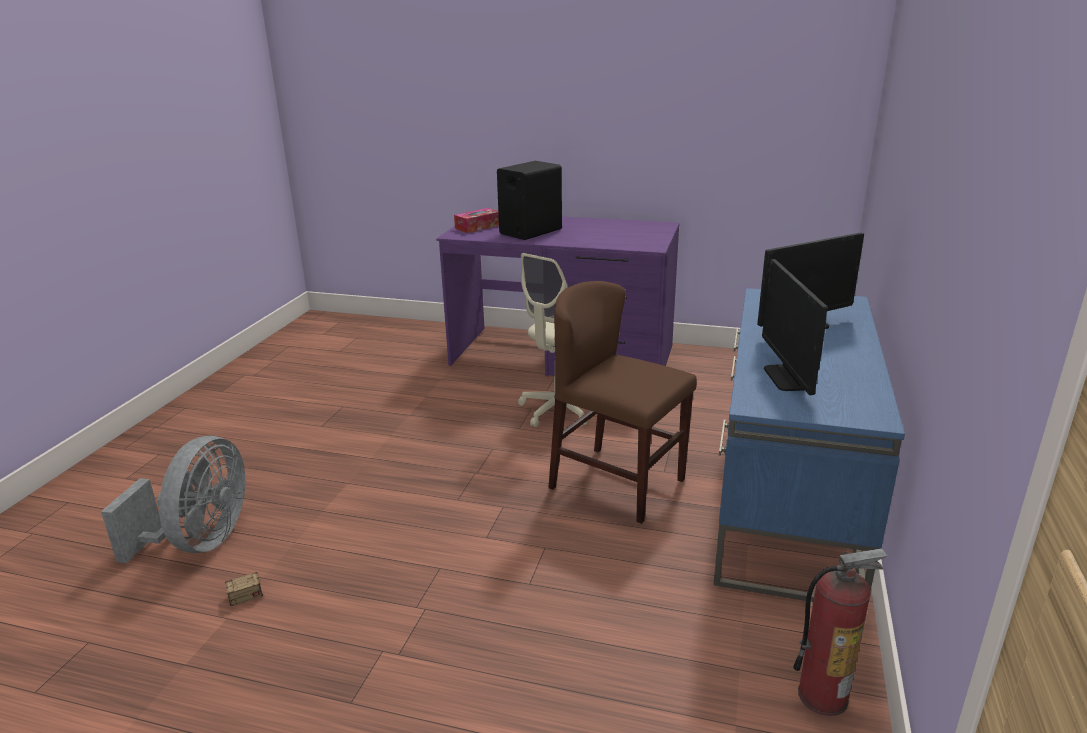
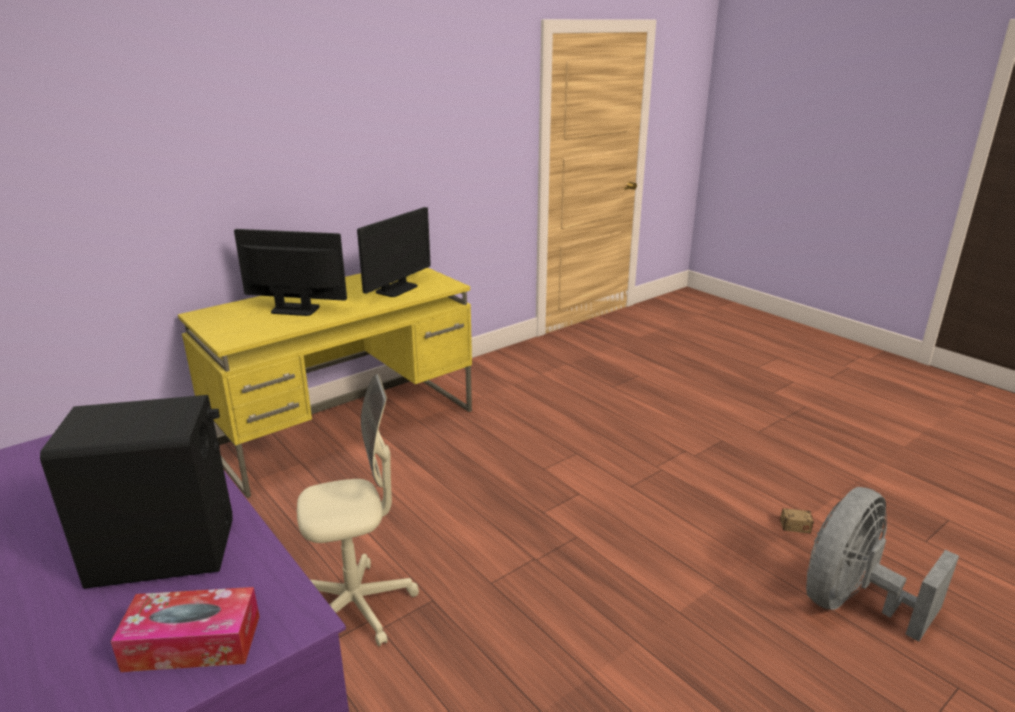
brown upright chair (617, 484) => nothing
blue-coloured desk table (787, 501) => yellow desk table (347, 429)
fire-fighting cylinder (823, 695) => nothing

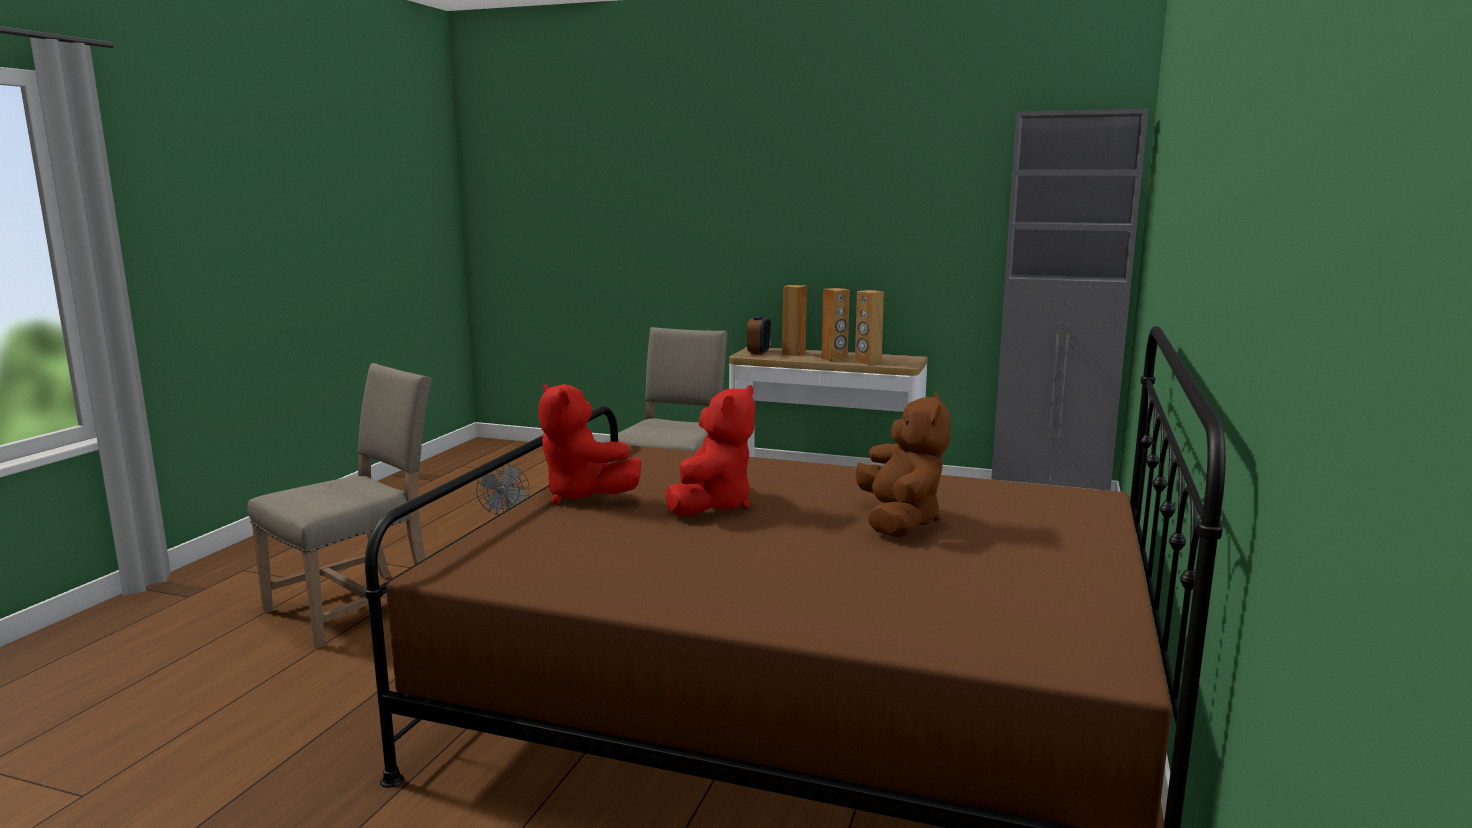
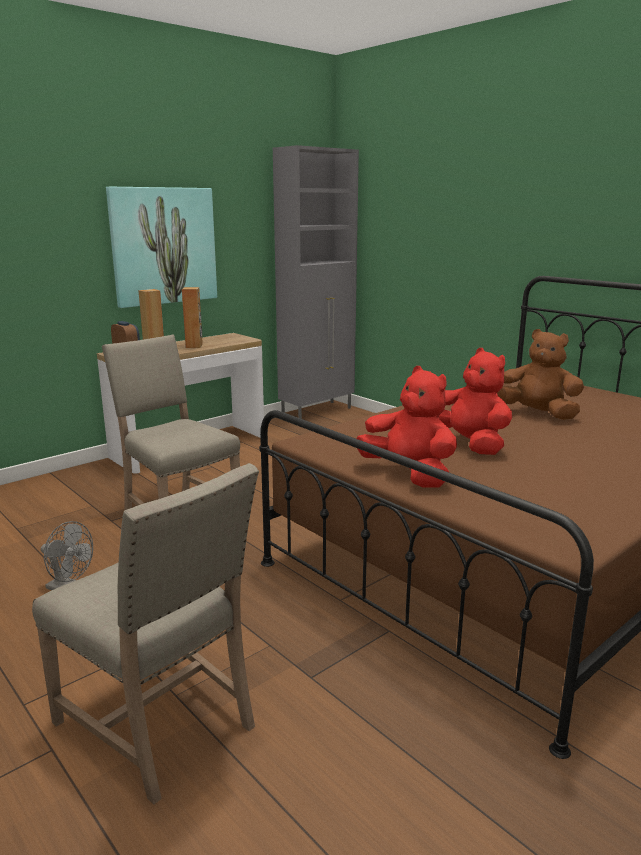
brown speaker (867, 362) => nothing
beige-coloured upright chair (358, 605) => beige-coloured upright chair (161, 724), 150 degrees clockwise
red-coloured soft toy (583, 495) => red-coloured soft toy (408, 474), 120 degrees counterclockwise
nothing => wall art (163, 246)

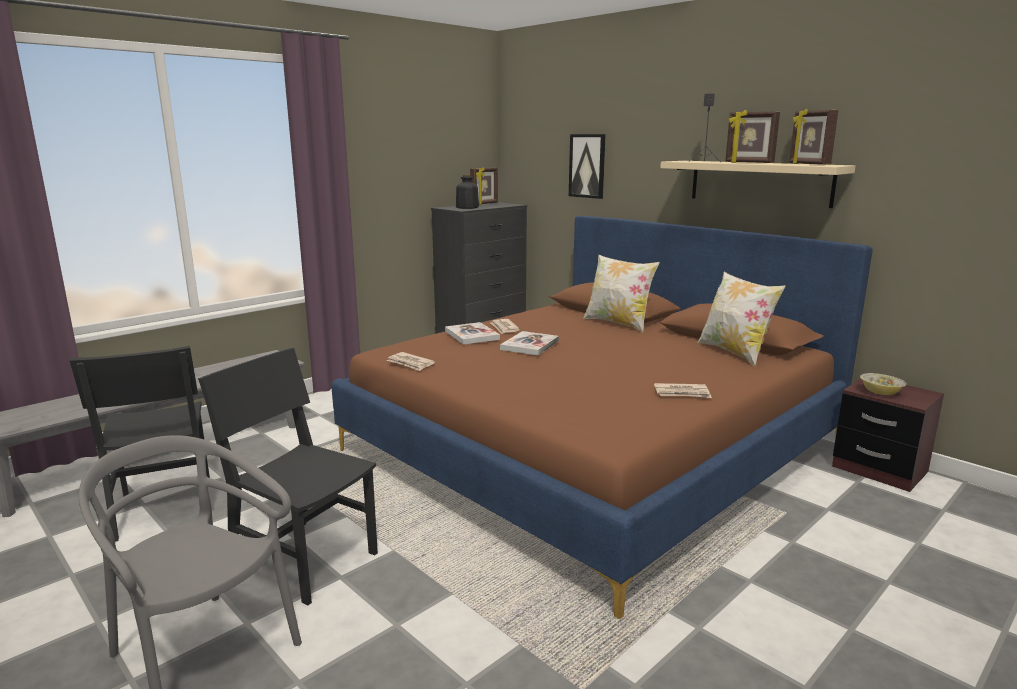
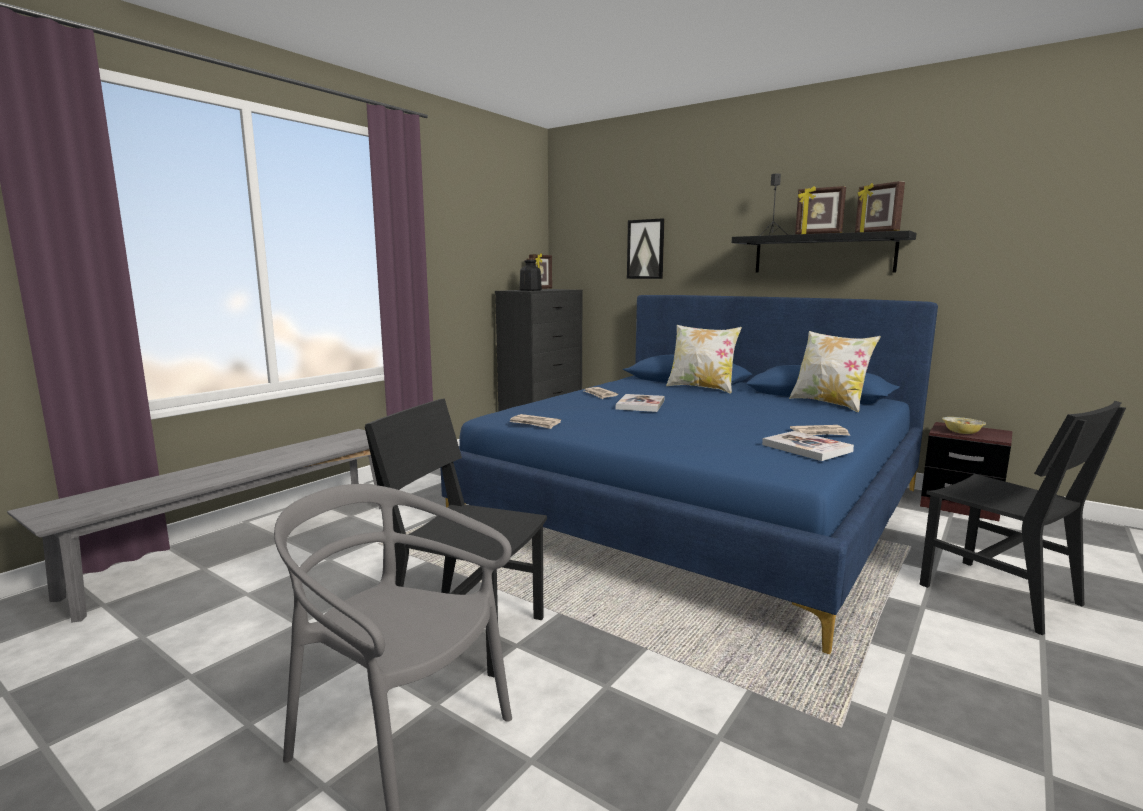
beige-coloured shelf (759, 183) => black-coloured shelf (823, 254)
brown sleeping bed (592, 448) => blue-coloured sleeping bed (698, 506)
volume (472, 335) => volume (806, 448), shifted
black-coloured upright chair (165, 507) => black-coloured upright chair (999, 594), shifted

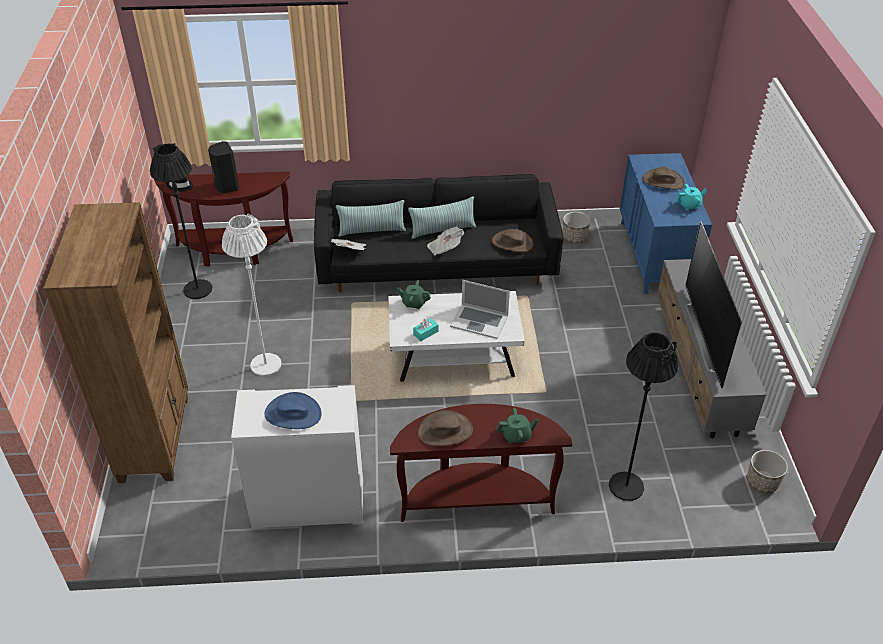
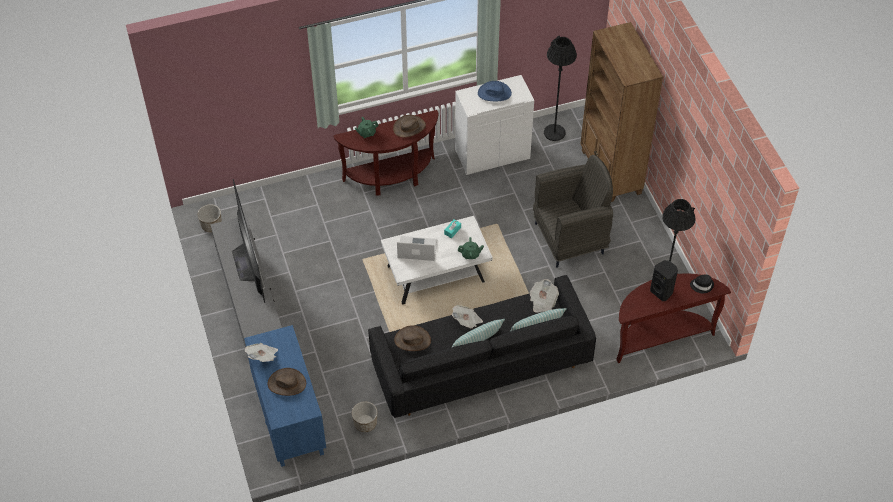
blue-green teapot (689, 205) => daily paper (263, 356)
white standing lamp (266, 365) => grey easy chair (570, 238)
black-coloured standing lamp (626, 486) => black-coloured standing lamp (554, 132), shifted

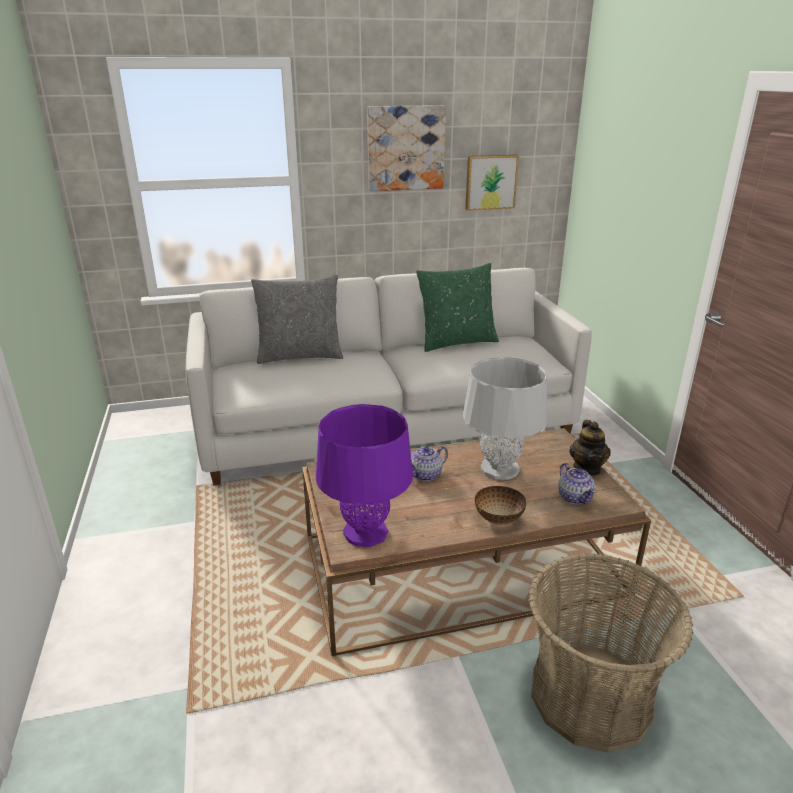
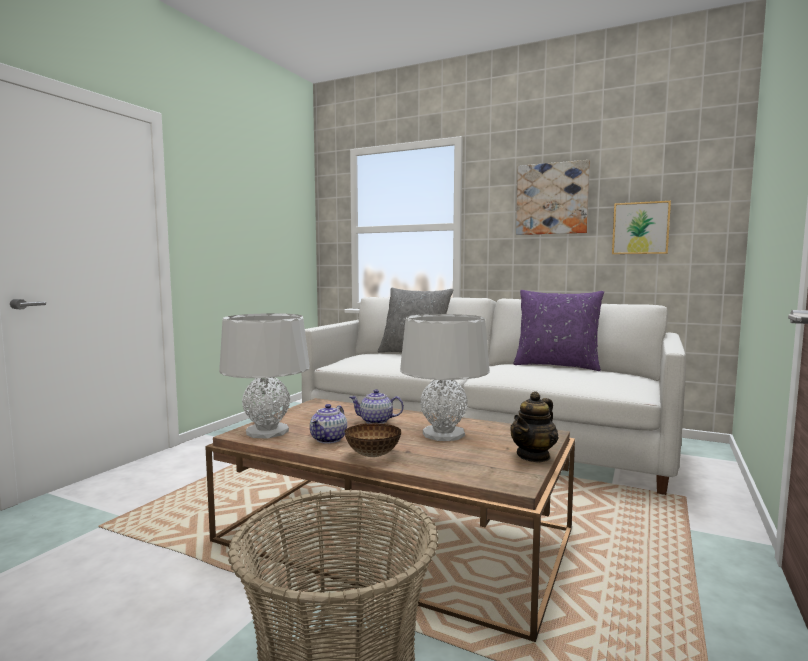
green throw pillow (456, 342) => purple throw pillow (557, 366)
purple tabletop lamp (366, 532) => grey tabletop lamp (267, 431)
teapot (575, 497) => teapot (329, 439), shifted

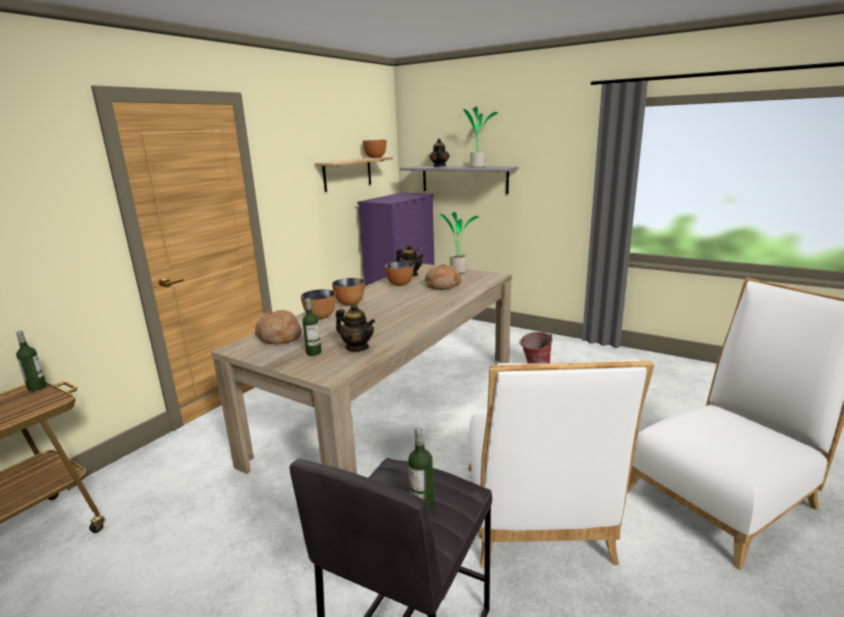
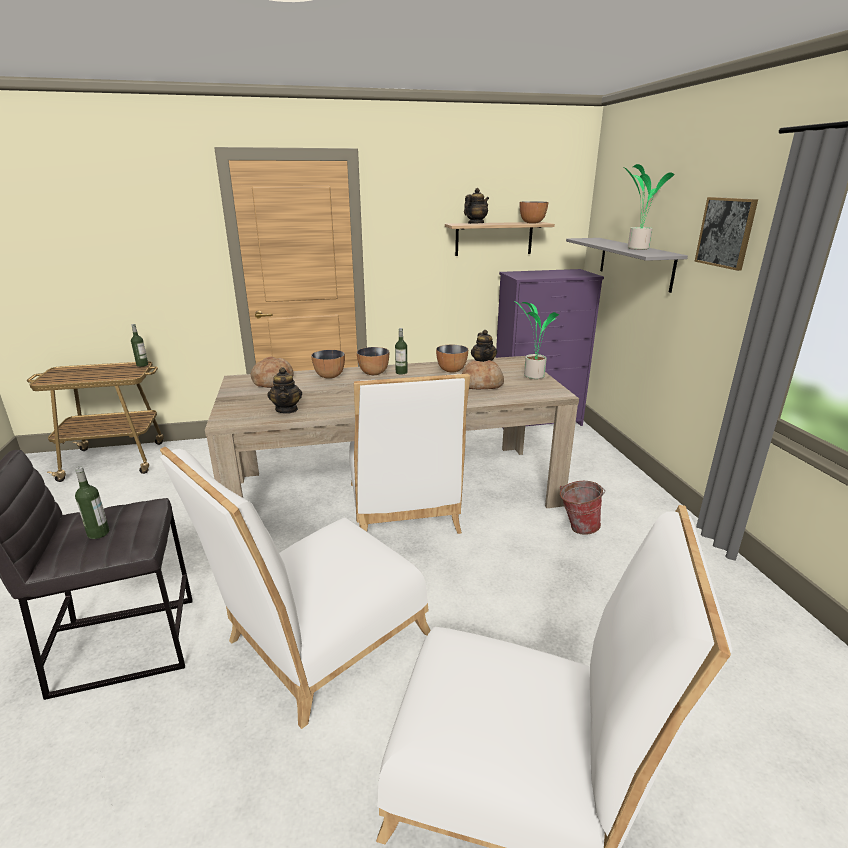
teapot (439, 166) => teapot (475, 223), shifted
beverage bottle (314, 352) => beverage bottle (401, 372), shifted
nothing => wall art (726, 232)
nothing => white upright chair (403, 512)

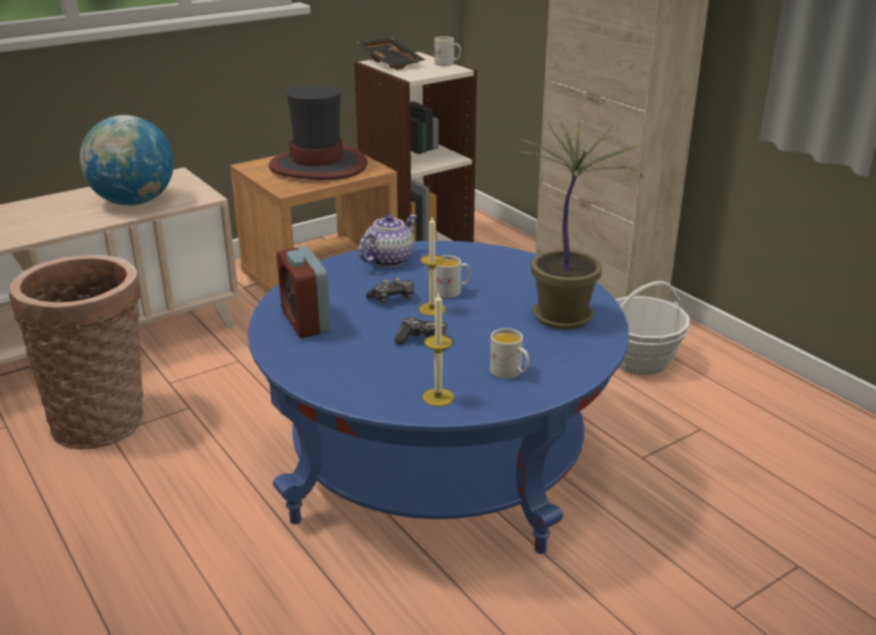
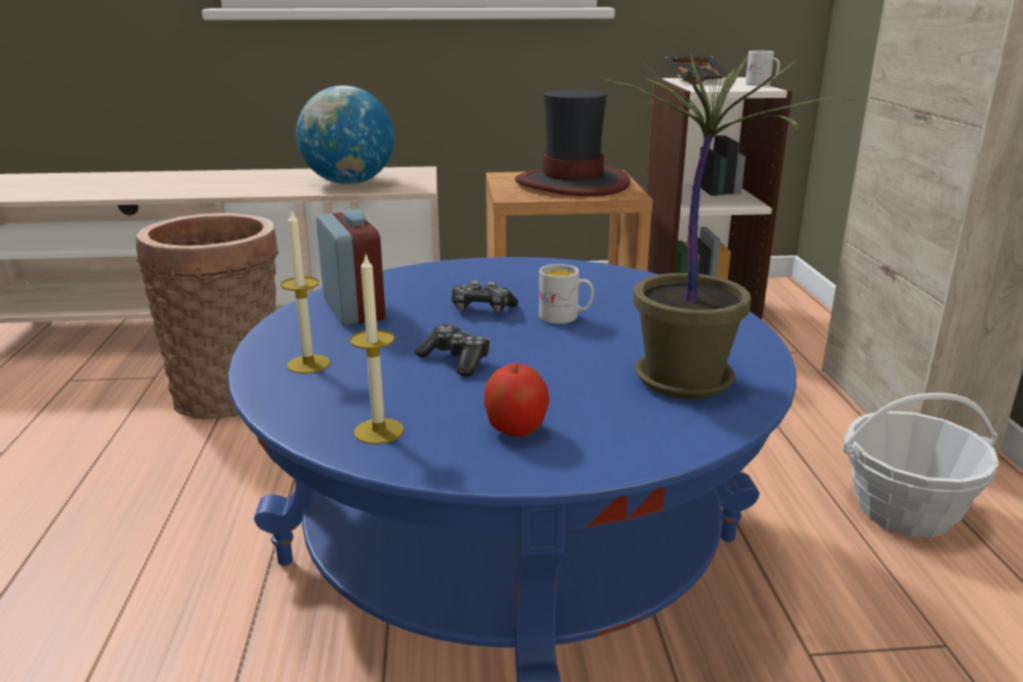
teapot (389, 260) => nothing
wax light (432, 309) => wax light (308, 364), shifted
alarm clock (305, 321) => alarm clock (353, 309), 150 degrees clockwise
white tea mug (510, 373) => apple (516, 429)

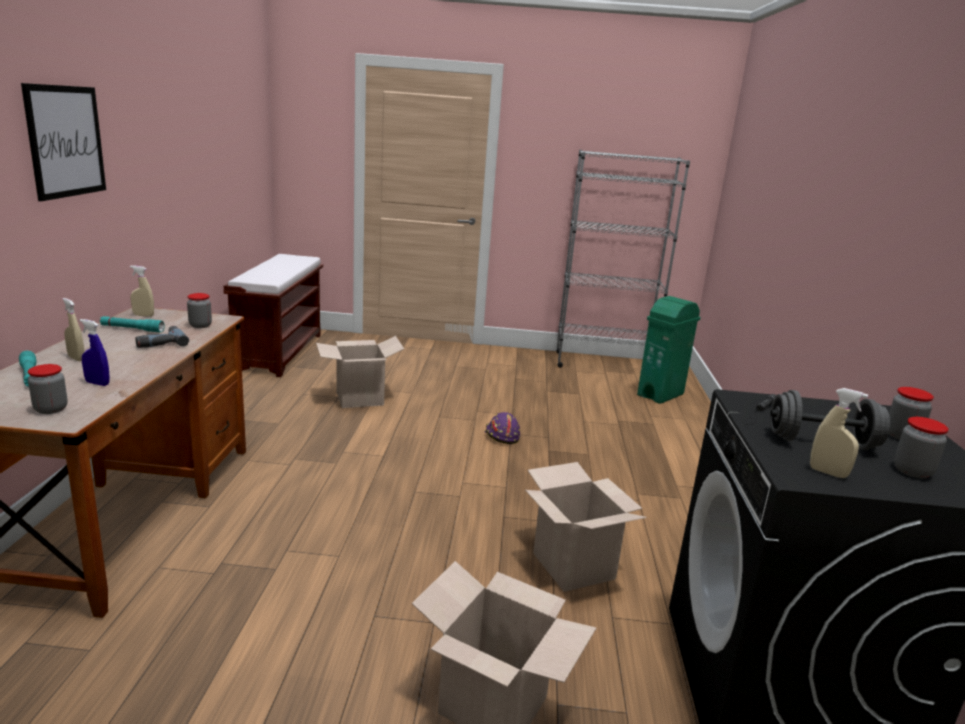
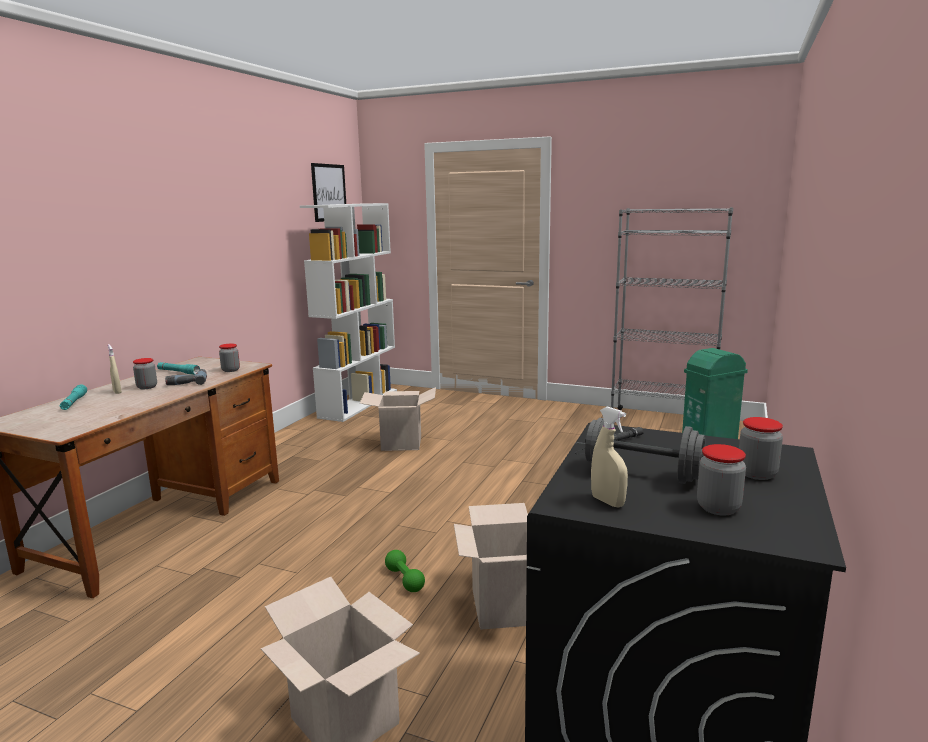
wall art (66, 141) => wall art (329, 192), shifted
brown indoor bench (279, 352) => white bookshelf (359, 403)
beige-coloured sprayer (143, 315) => nothing
blue-coloured sprayer (97, 383) => nothing
jar (51, 409) => jar (147, 387), shifted
purple work helmet (501, 435) => nothing
nothing => green hand weight (404, 579)

